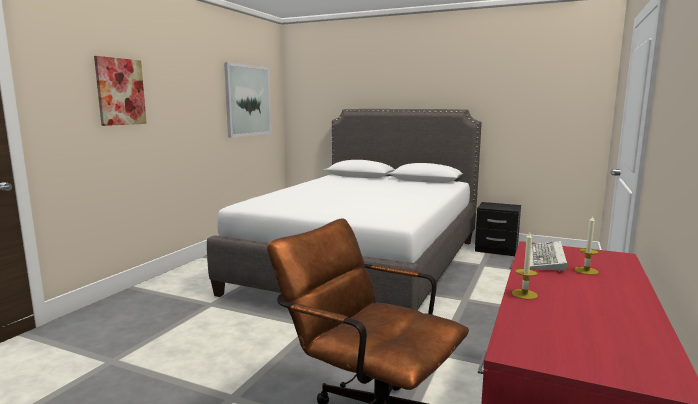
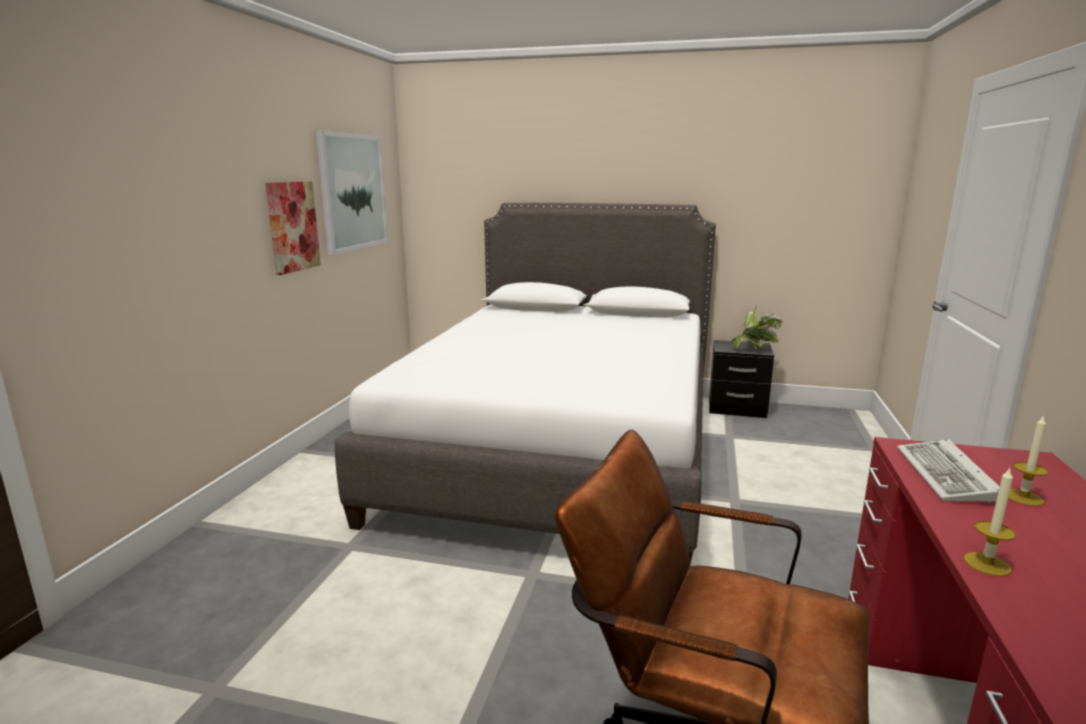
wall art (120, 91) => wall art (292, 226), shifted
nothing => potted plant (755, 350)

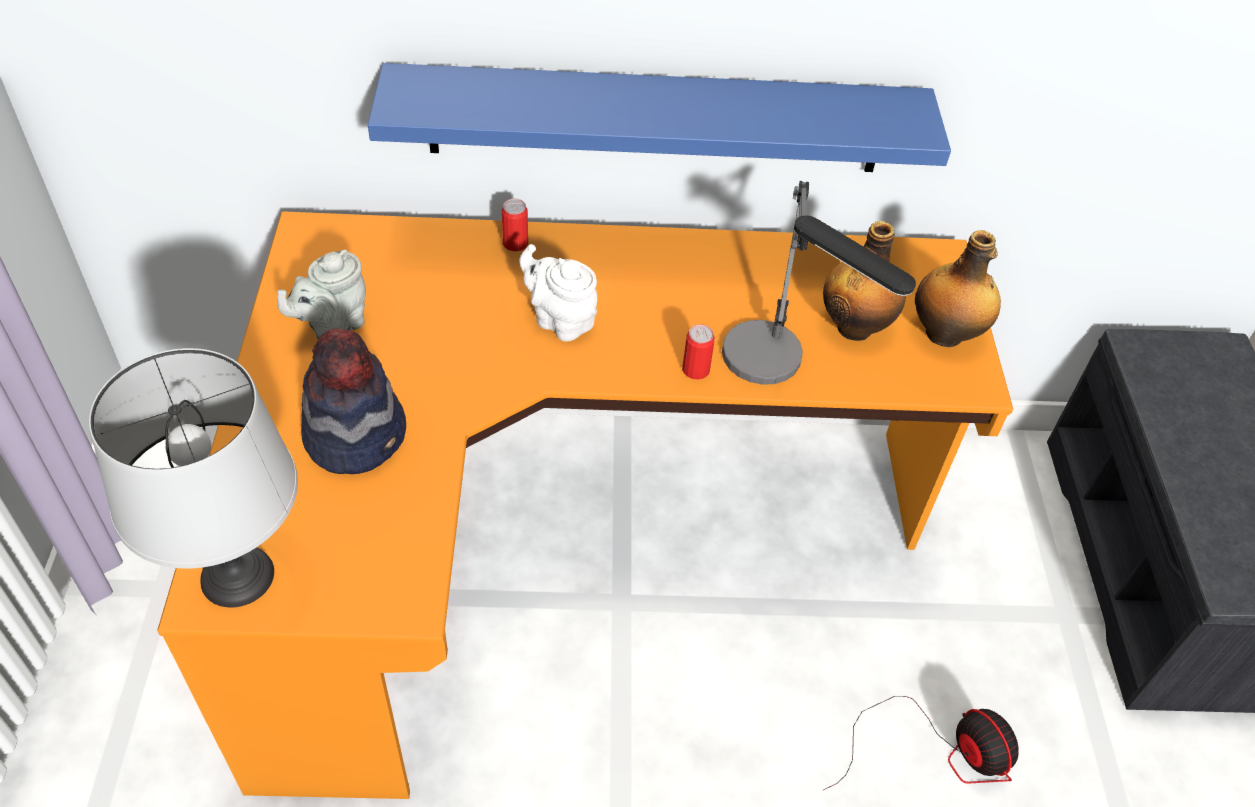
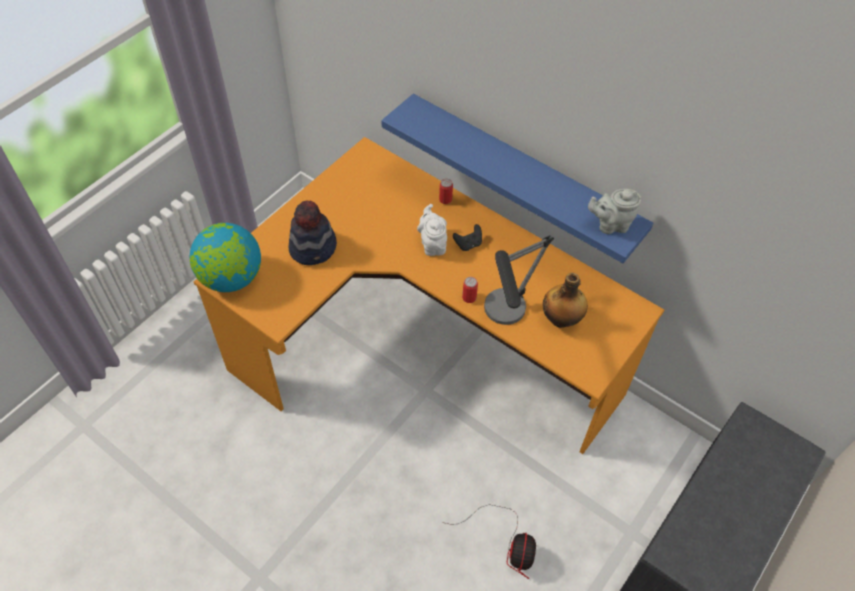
beverage bottle (945, 334) => nothing
grey teapot (332, 325) => grey teapot (610, 225), shifted
grey tabletop lamp (238, 577) => desk globe (231, 278)
nothing => black-coloured joypad (468, 244)

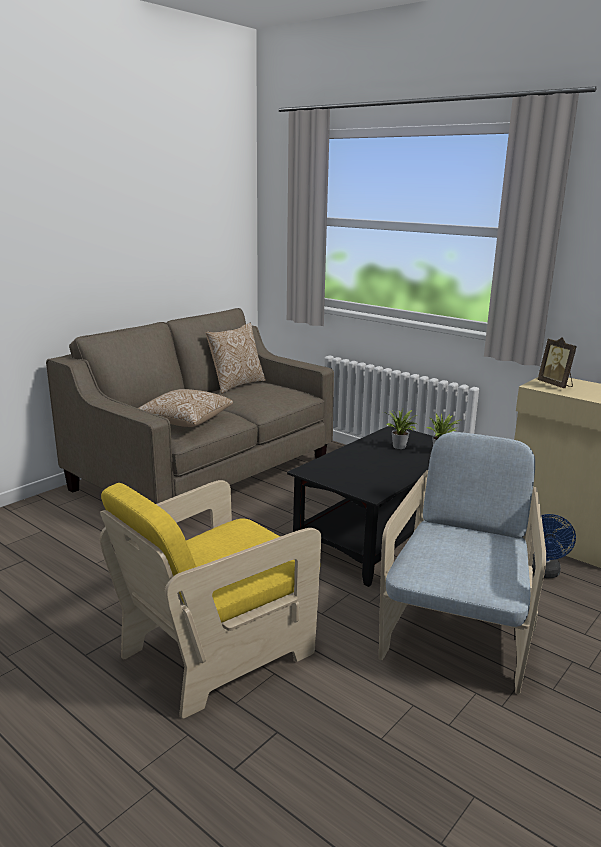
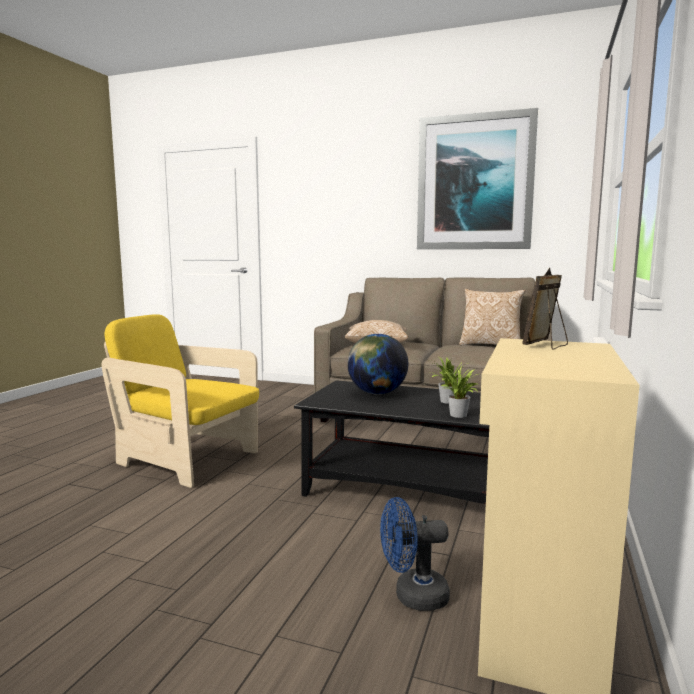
beige-coloured easy chair (457, 634) => nothing
nothing => wall art (475, 183)
nothing => desk globe (377, 393)

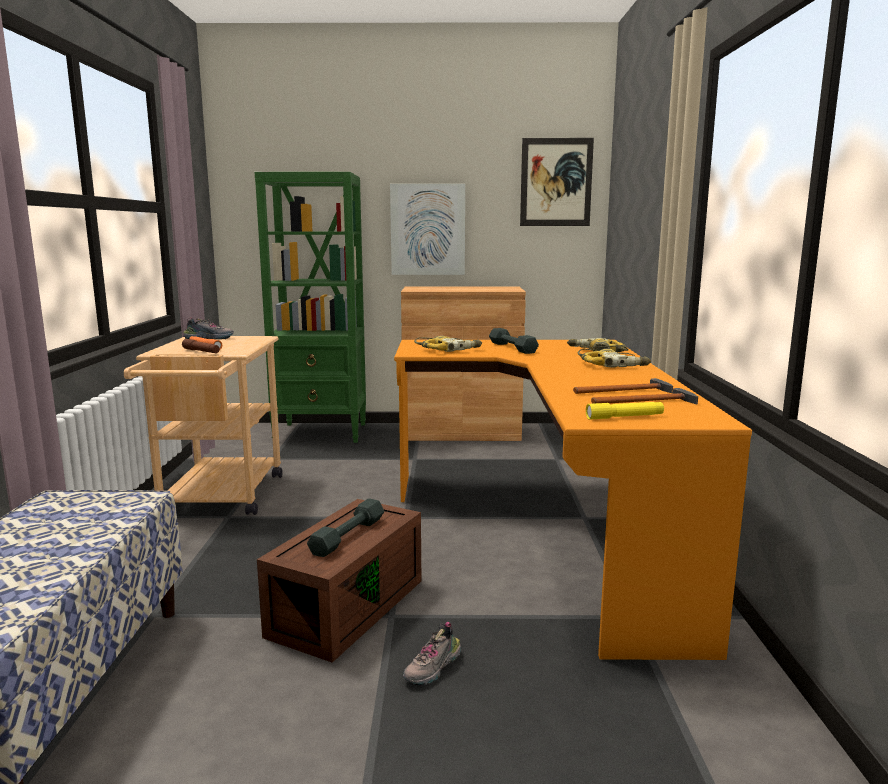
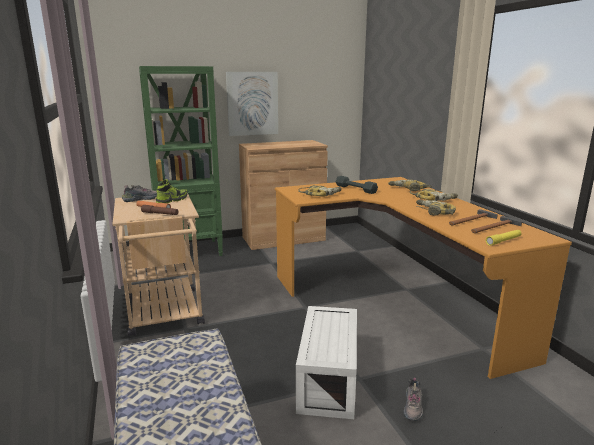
wall art (556, 182) => nothing
brown storage container (347, 605) => white storage container (326, 378)
grey hand weight (348, 536) => nothing
nothing => shoe (172, 200)
nothing => electric drill (433, 212)

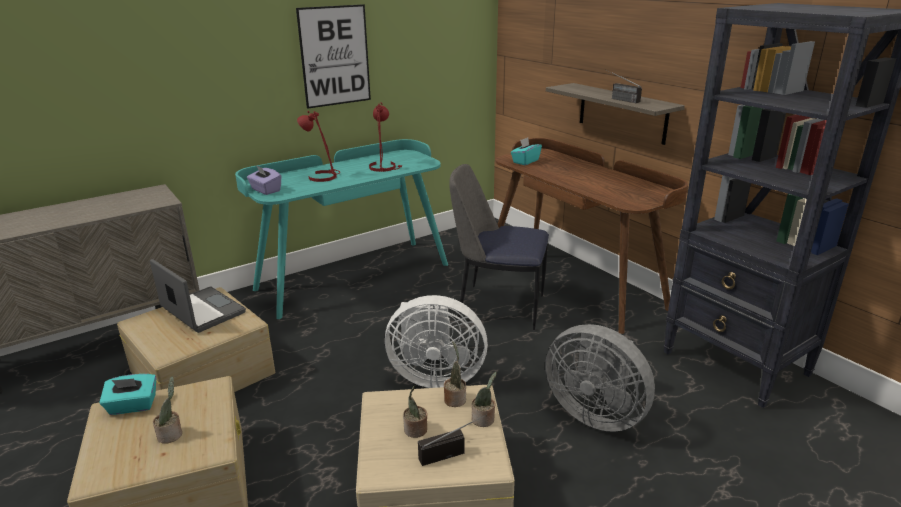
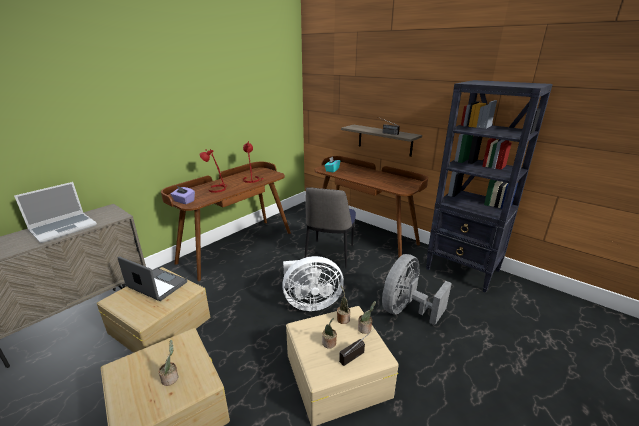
wall art (335, 56) => nothing
blue-green desk table (353, 276) => brown desk table (236, 246)
upright chair (498, 307) => upright chair (329, 255), 75 degrees counterclockwise
grey fan (595, 413) => grey fan (406, 310), 105 degrees clockwise
blue-green tissue box (132, 406) => nothing
nothing => laptop (64, 228)

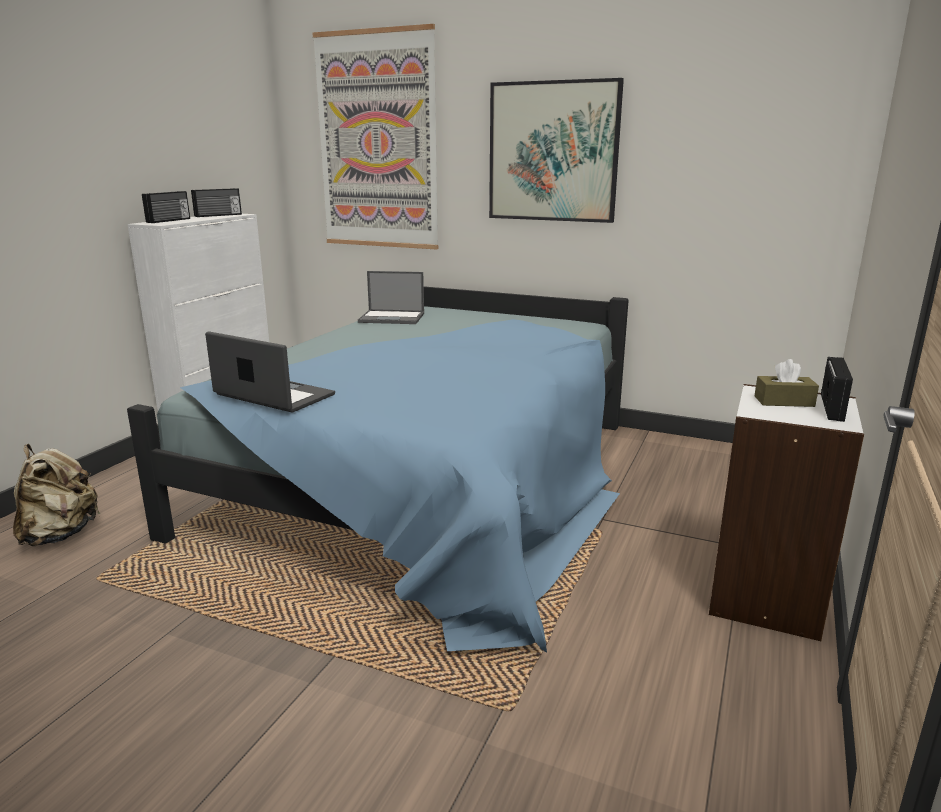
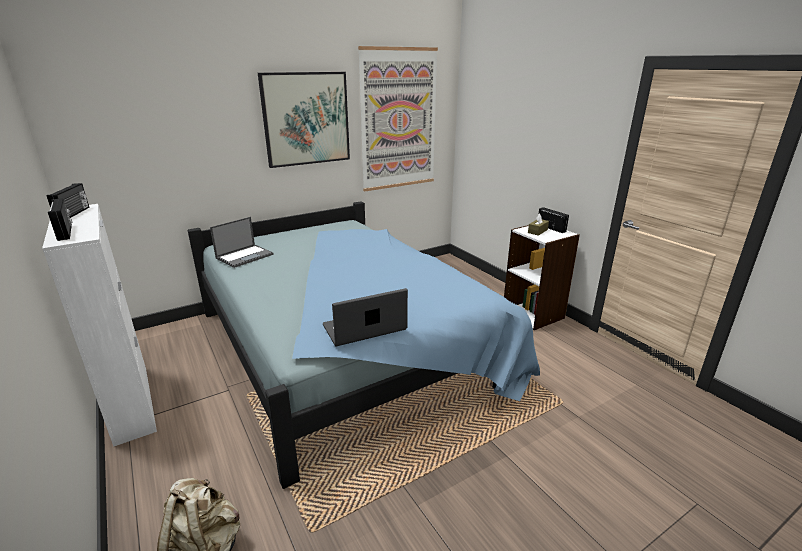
wall art (377, 142) => wall art (399, 120), shifted

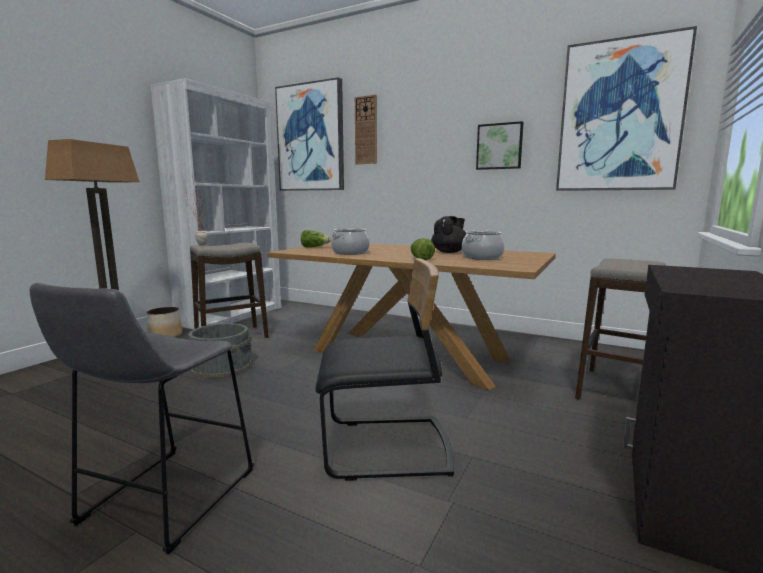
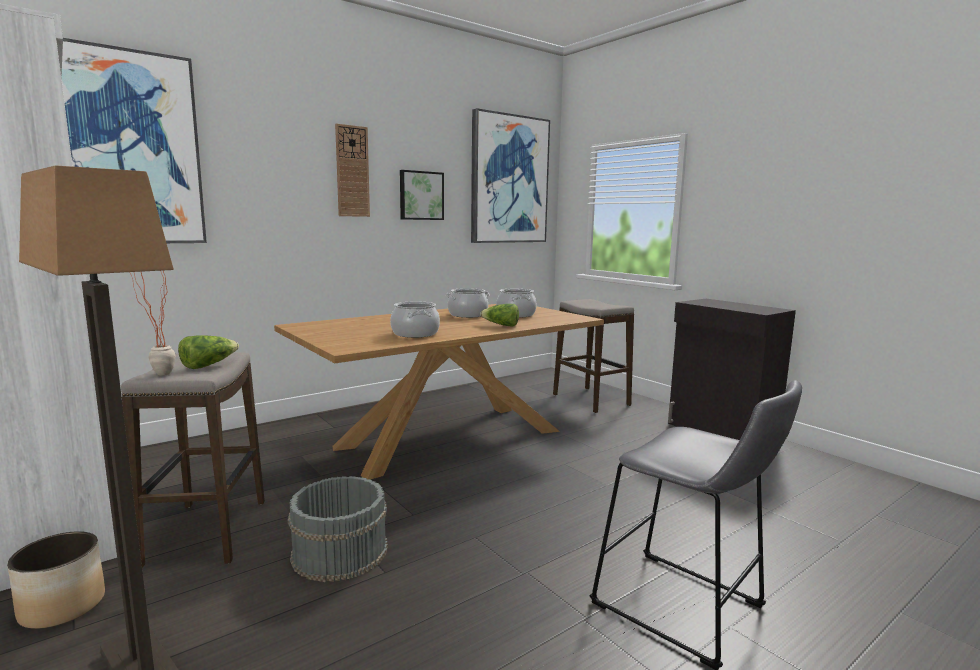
wall clock (366, 130) => wall clock (352, 171), shifted
black-coloured teapot (449, 252) => cooking pot (467, 315)
lettuce head (314, 247) => lettuce head (208, 365), shifted
black-coloured upright chair (386, 448) => nothing

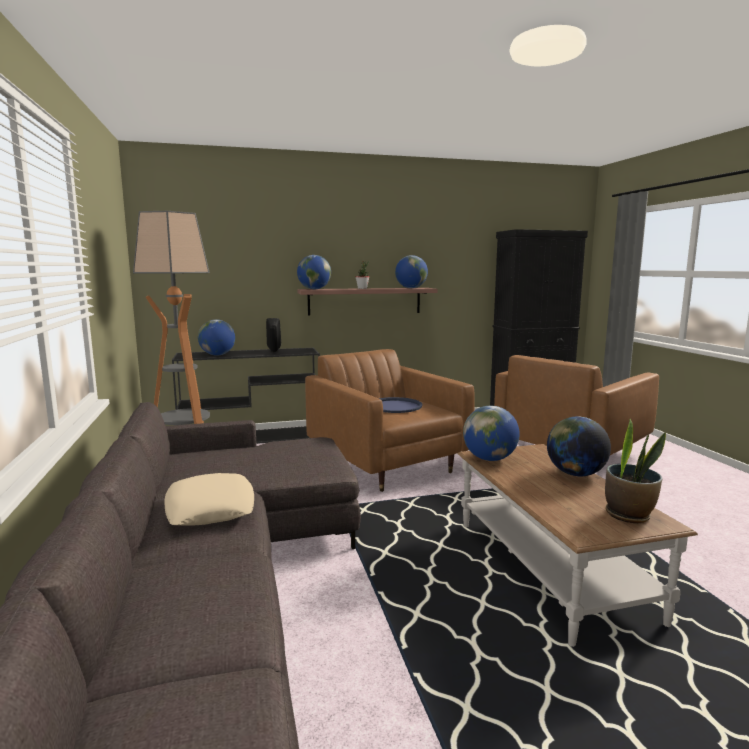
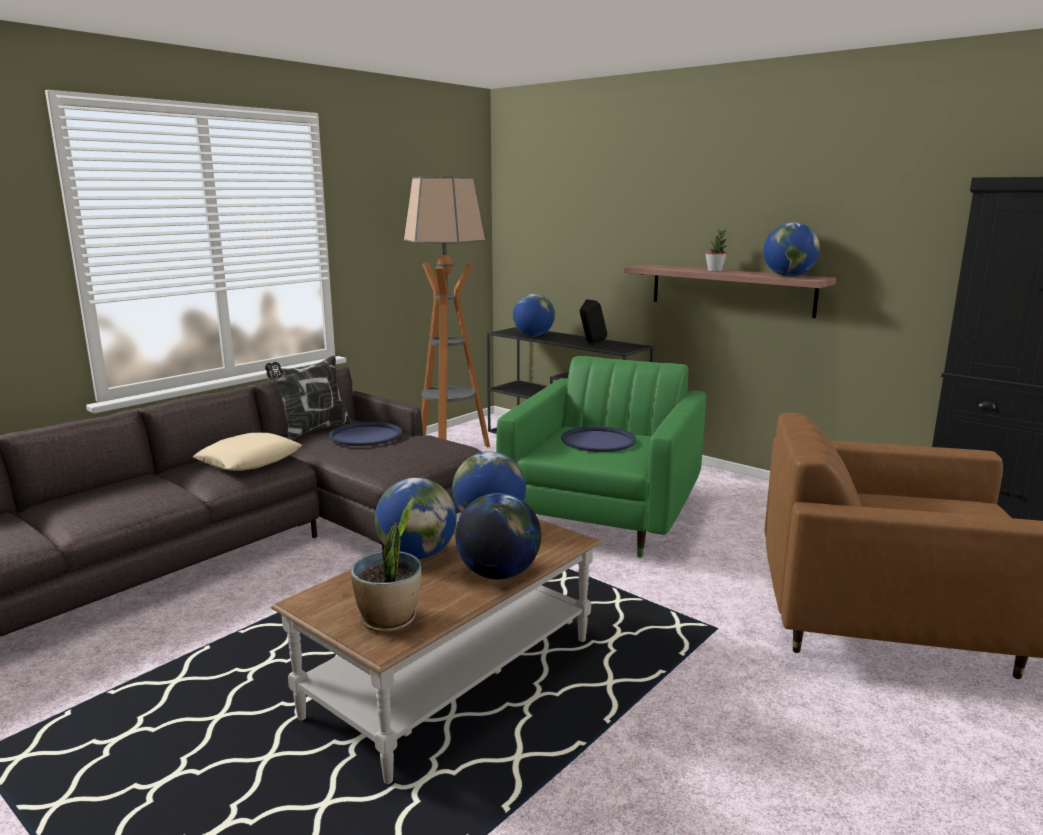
desk globe (314, 289) => desk globe (417, 555), shifted
brown easy chair (386, 464) => green easy chair (604, 517)
nothing => throw pillow (313, 430)
nothing => blue-coloured tray (366, 435)

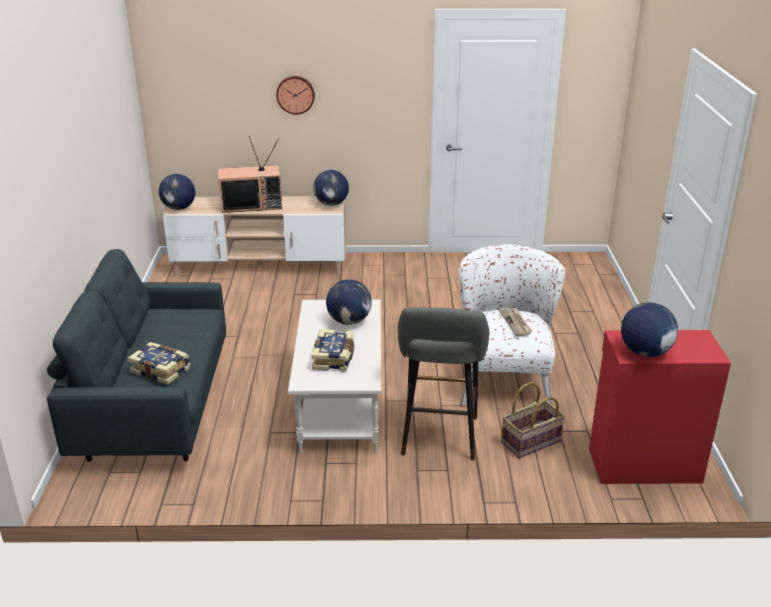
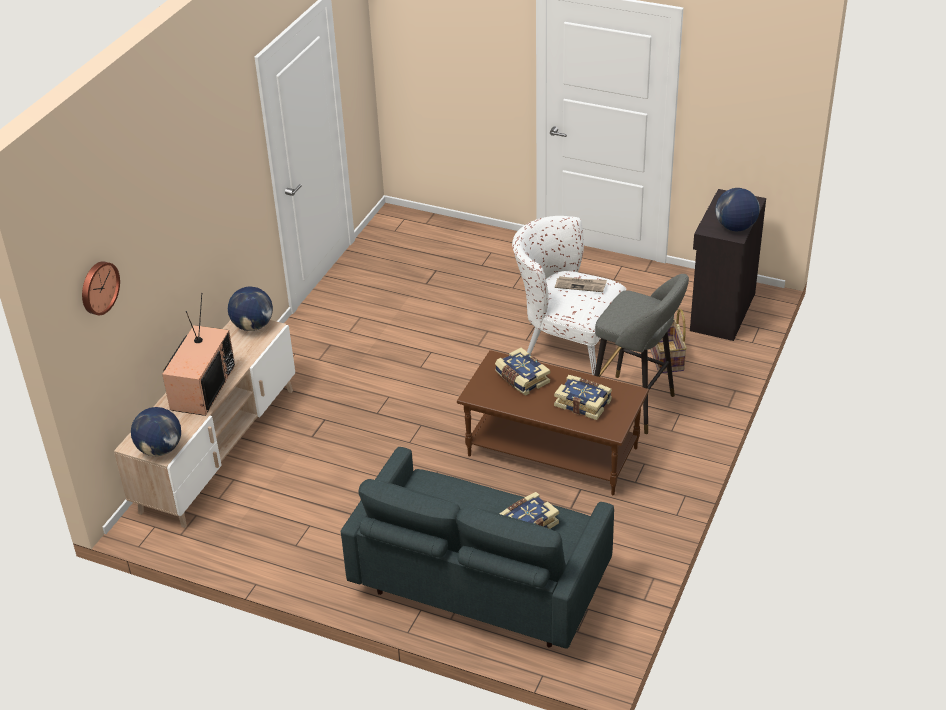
wall clock (295, 94) => wall clock (98, 287), shifted
desk globe (349, 321) => volume (521, 379)
white lounge table (339, 405) => brown lounge table (551, 453)
red-coloured cupboard (643, 464) => black-coloured cupboard (721, 312)

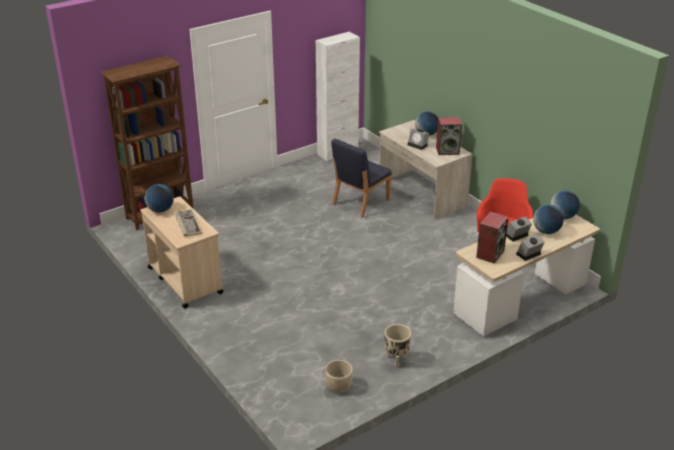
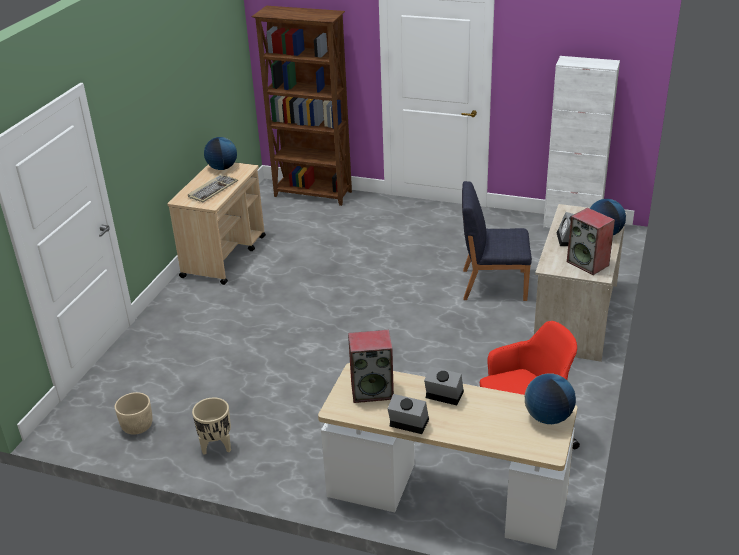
desk globe (546, 231) => nothing

